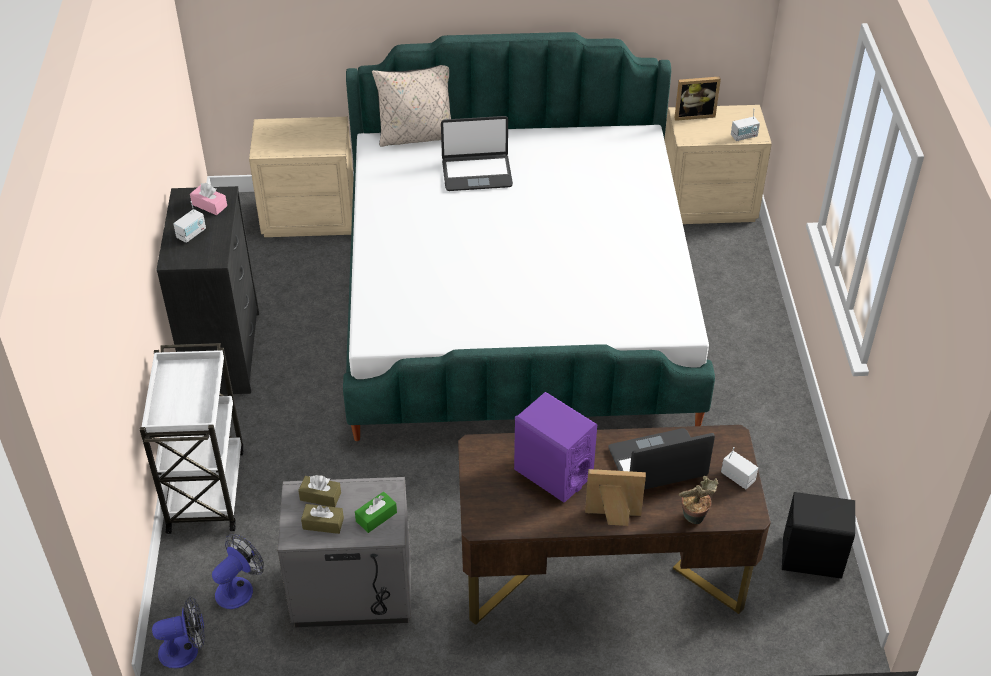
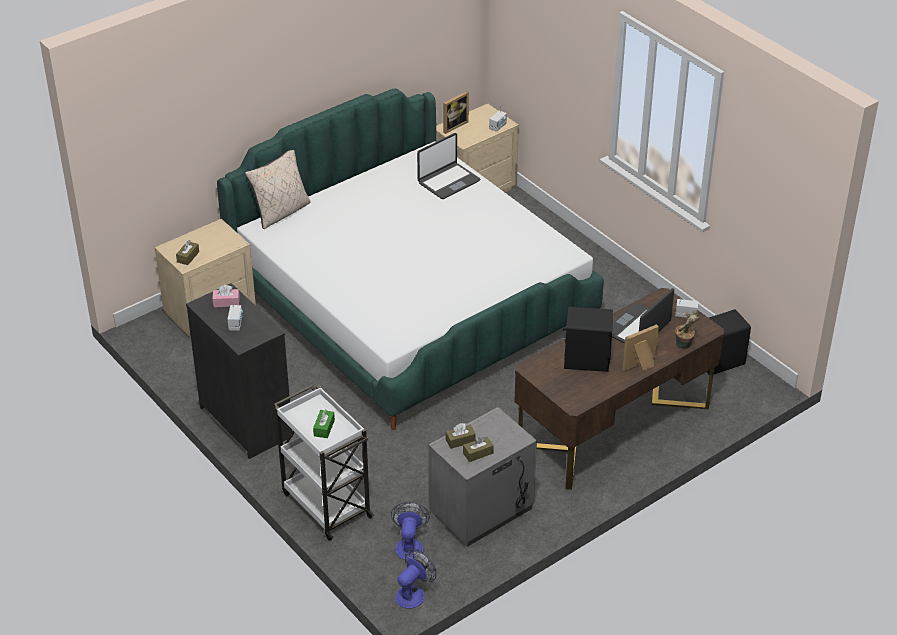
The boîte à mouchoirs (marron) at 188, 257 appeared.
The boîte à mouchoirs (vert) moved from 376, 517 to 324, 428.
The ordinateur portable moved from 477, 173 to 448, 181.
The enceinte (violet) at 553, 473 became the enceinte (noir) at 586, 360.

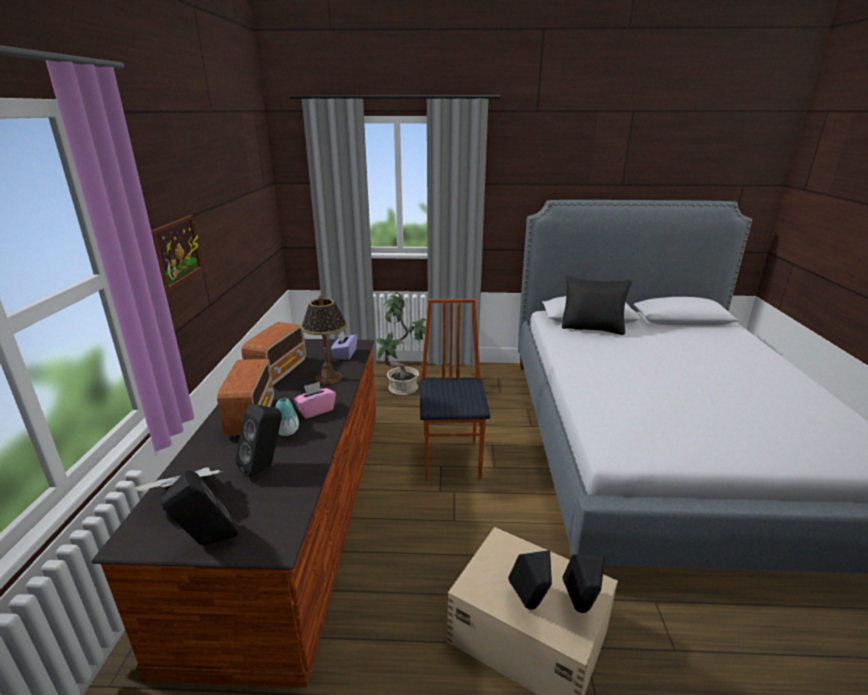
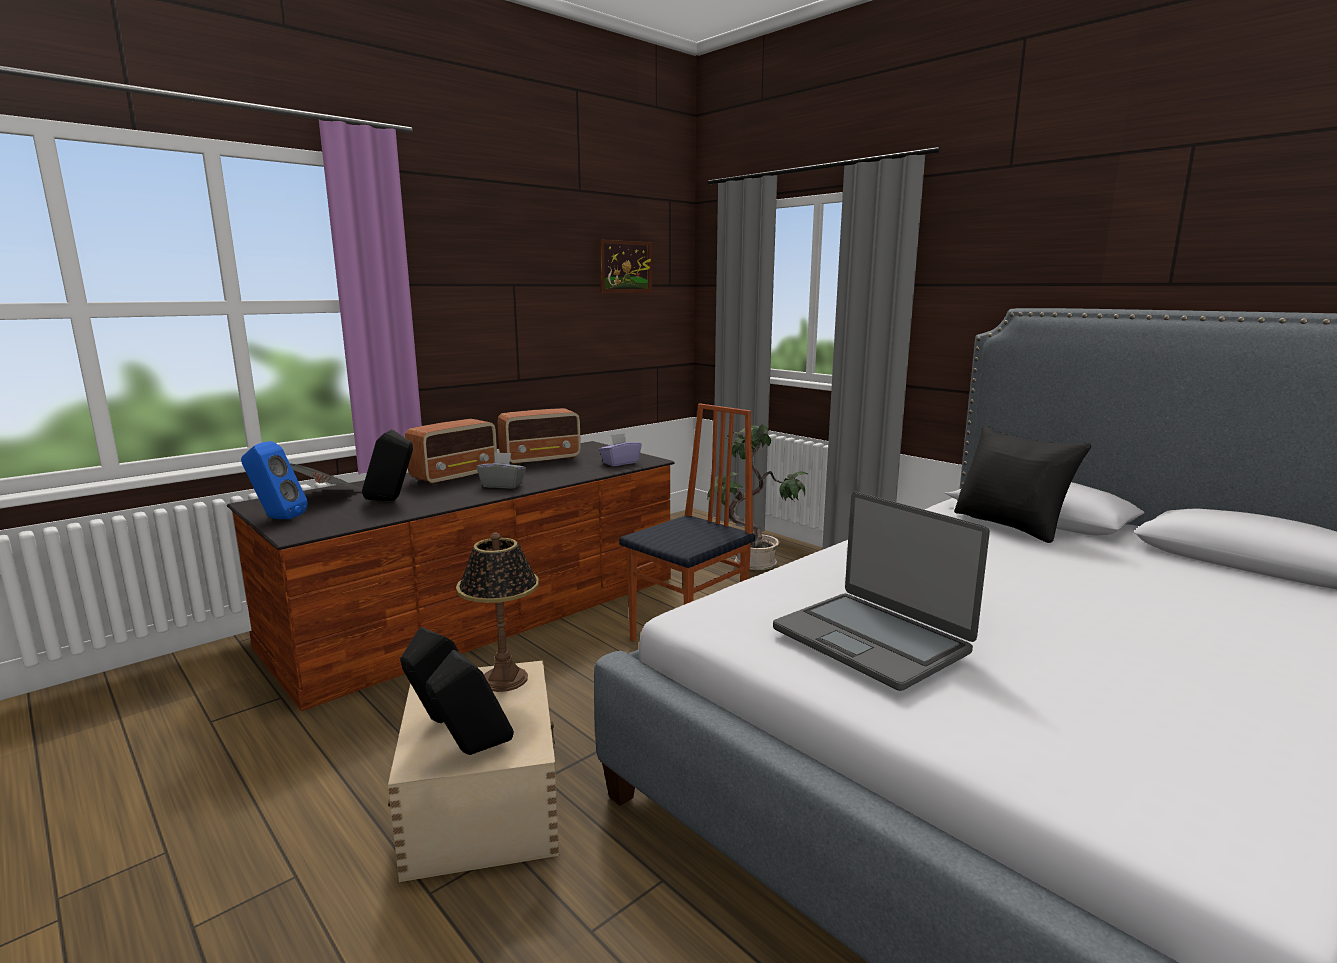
The vase at 287, 431 disappeared.
The ordinateur portable at 871, 640 appeared.
The tableau moved from 177, 252 to 625, 267.
The lampe de table moved from 329, 378 to 504, 679.
The enceinte (noir) at 208, 543 became the enceinte (bleu) at 276, 518.
The boîte à mouchoirs (rose) at 315, 410 became the boîte à mouchoirs (gris) at 502, 485.

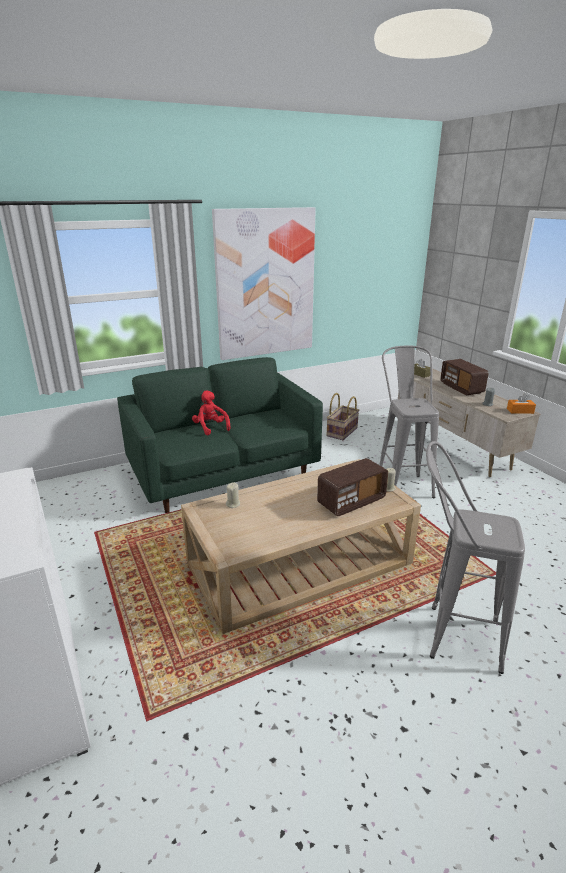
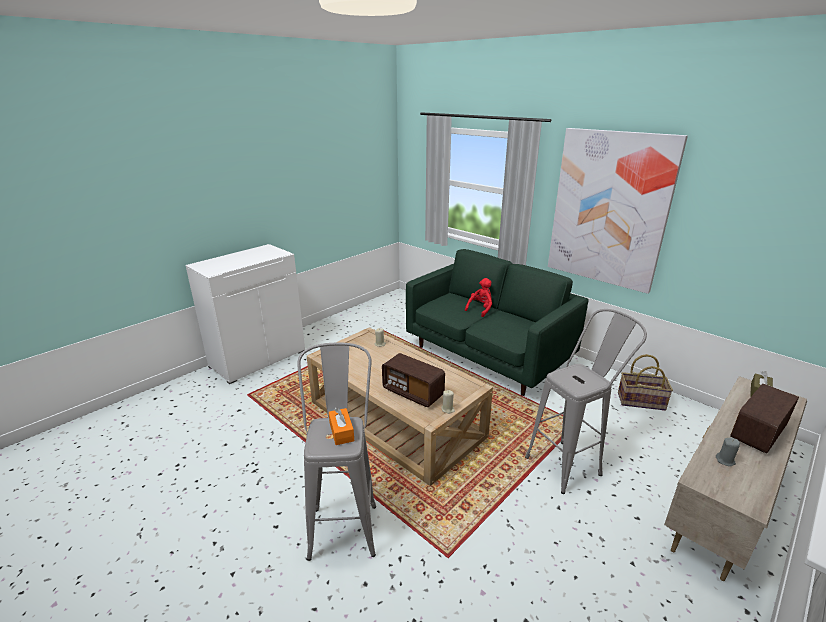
The boîte à mouchoirs (orange) moved from 520, 411 to 341, 432.

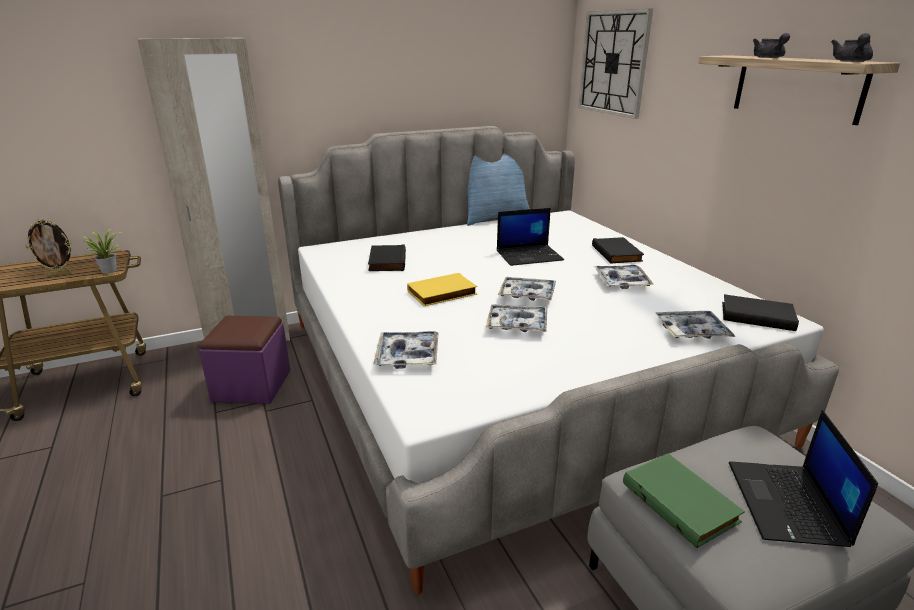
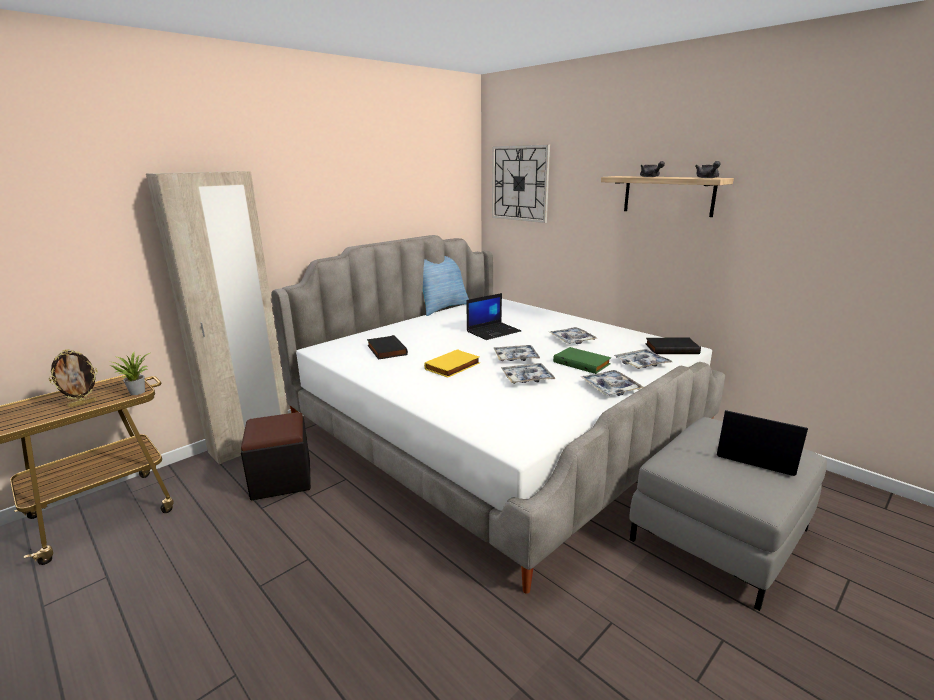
The livre (noir) at 618, 253 disappeared.
The plateau moved from 407, 355 to 610, 388.
The livre (vert) moved from 682, 502 to 582, 363.
The pouf (violet) at 252, 385 became the pouf (noir) at 281, 479.
The ordinateur portable at 787, 504 turned 135 degrees clockwise.

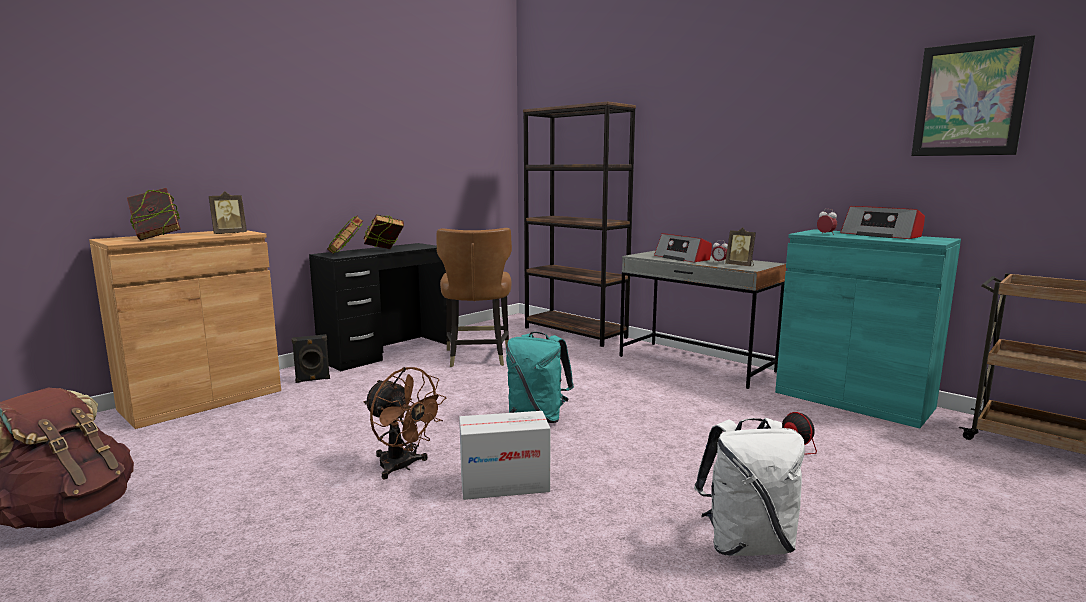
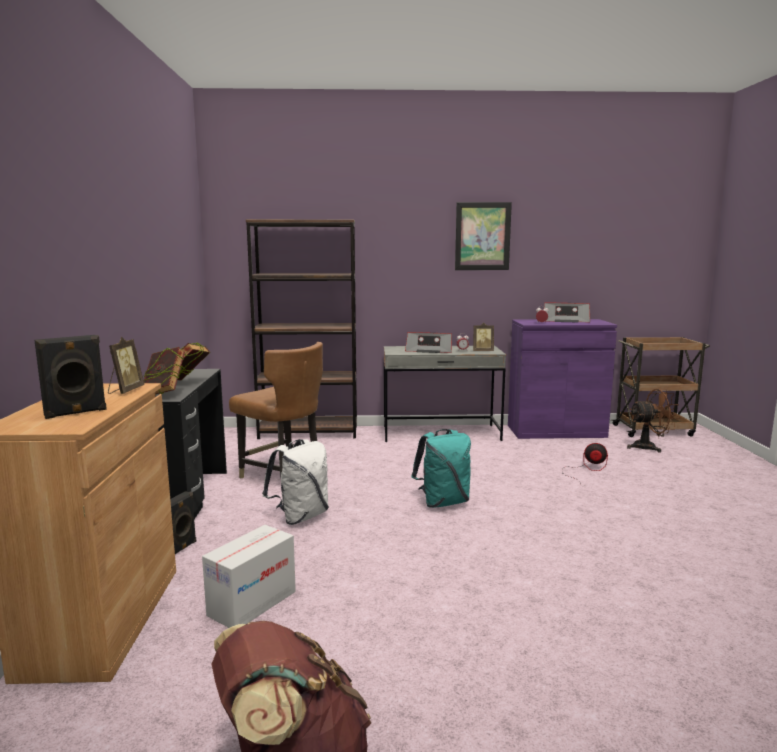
The ventilateur (marron) moved from 403, 467 to 649, 447.
The carton moved from 504, 484 to 252, 603.
The sac à dos (blanc) moved from 746, 544 to 300, 516.
The tableau moved from 969, 99 to 482, 236.
The livre at 157, 238 was replaced by the enceinte (noir) at 76, 413.
The meuble de rangement (turquoise) at 853, 400 became the meuble de rangement (violet) at 556, 431.

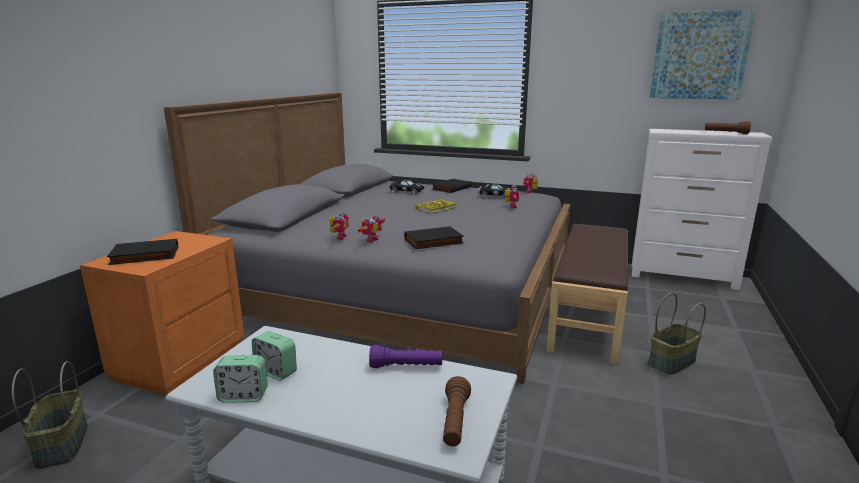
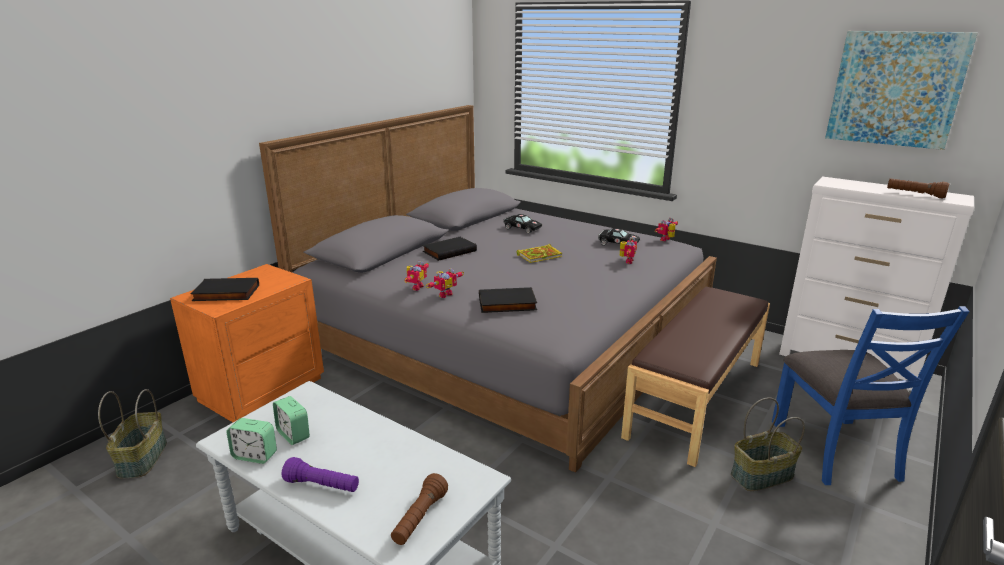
The chaise (bleu) at 836, 450 appeared.
The lampe de poche (violet) moved from 406, 367 to 322, 486.
The livre (noir) moved from 451, 188 to 449, 251.

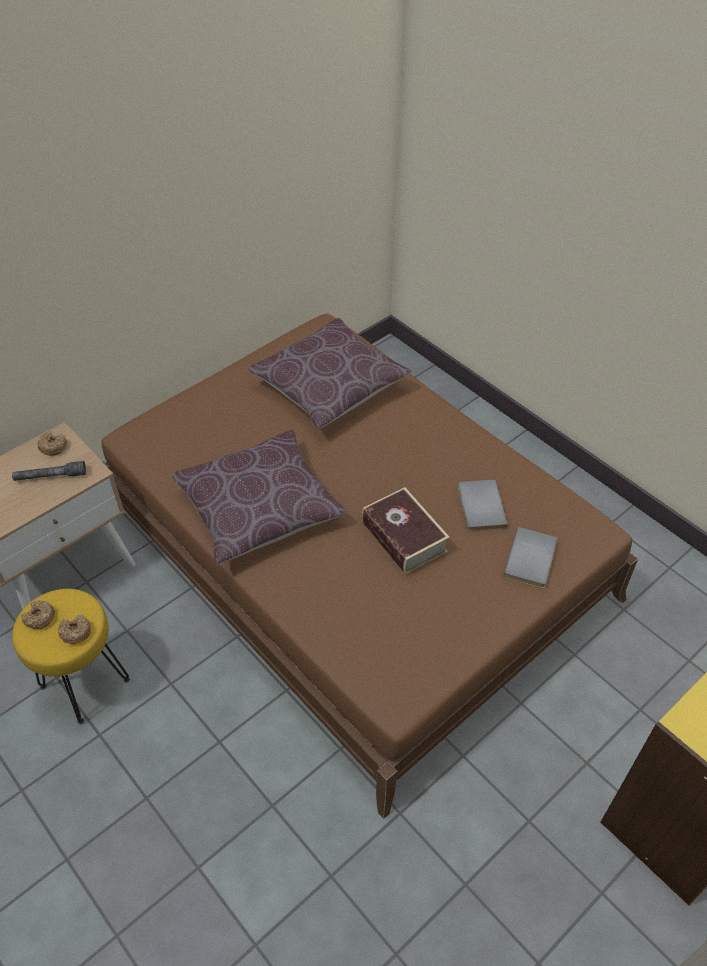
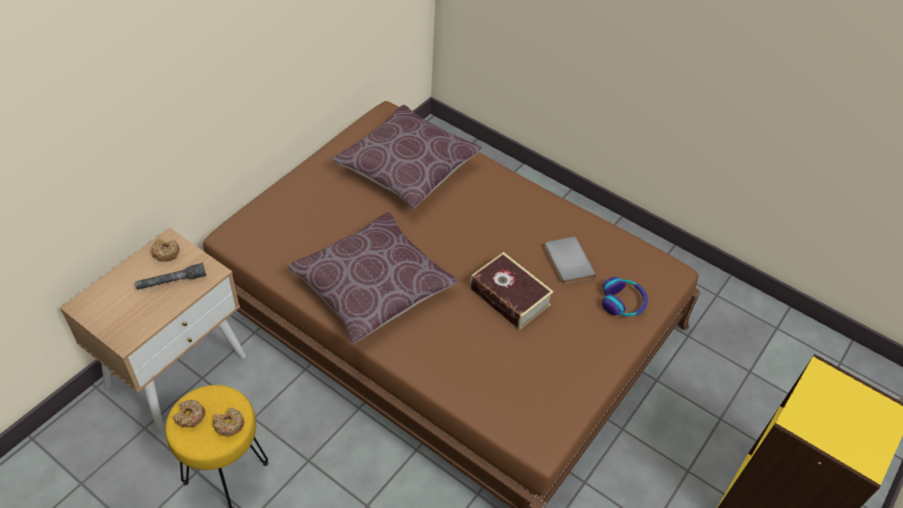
The livre (gris) at 532, 560 was replaced by the casque audio at 623, 302.

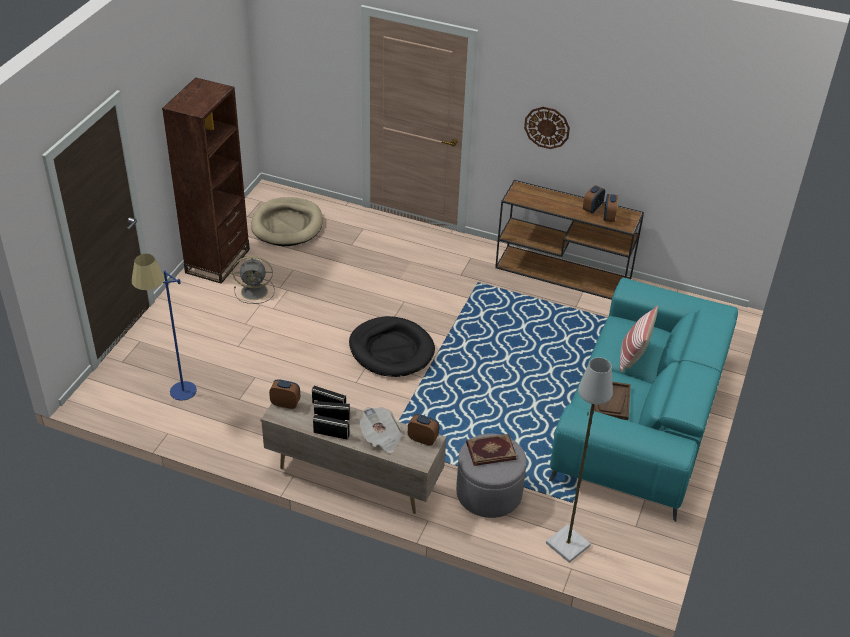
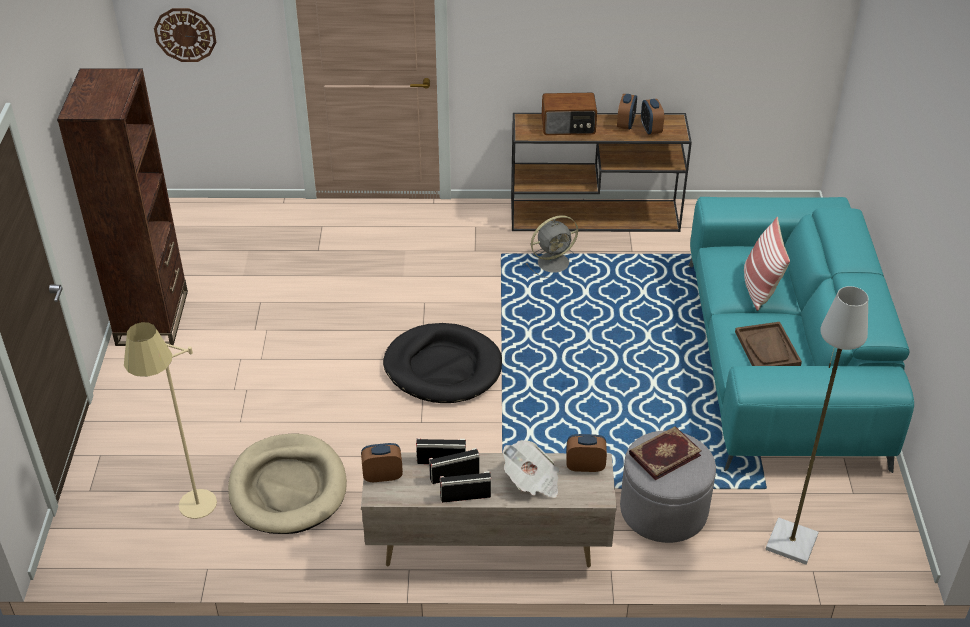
The radio at 568, 126 appeared.
The ventilateur (gris) moved from 255, 291 to 554, 262.
The panier pour chien (beige) moved from 287, 225 to 288, 488.
The horloge murale moved from 547, 127 to 185, 34.
The lampadaire (bleu) at 176, 398 became the lampadaire (beige) at 194, 517.

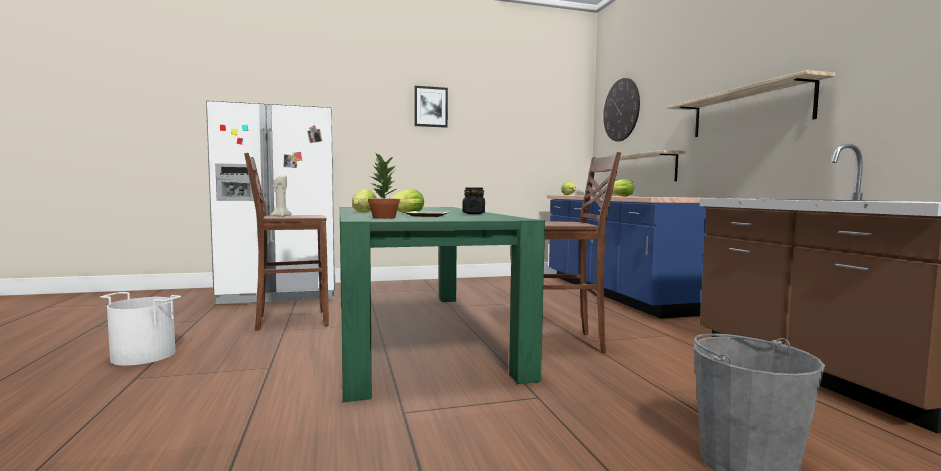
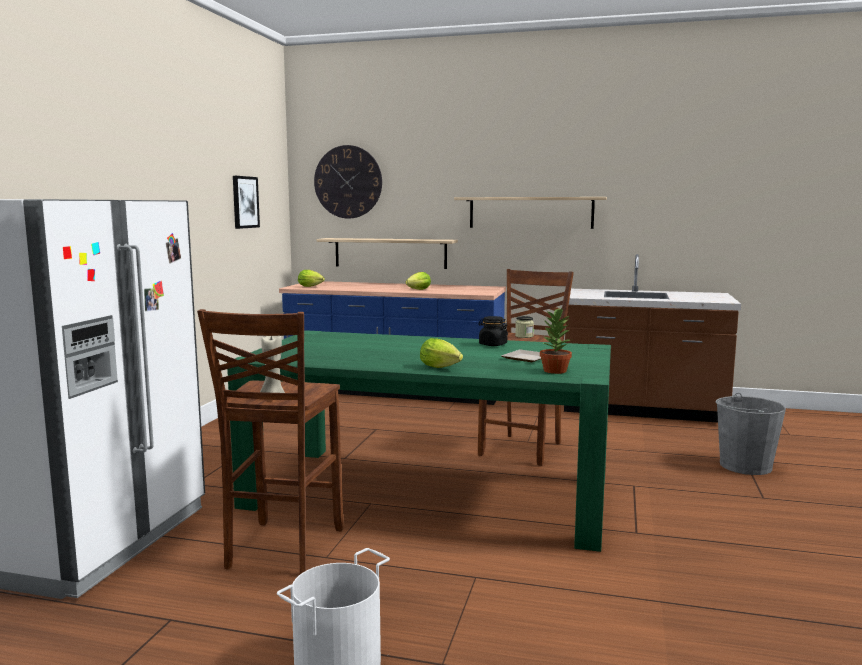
The laitue at 405, 214 disappeared.
The bocal at 524, 336 appeared.
The tableau moved from 430, 107 to 245, 202.

